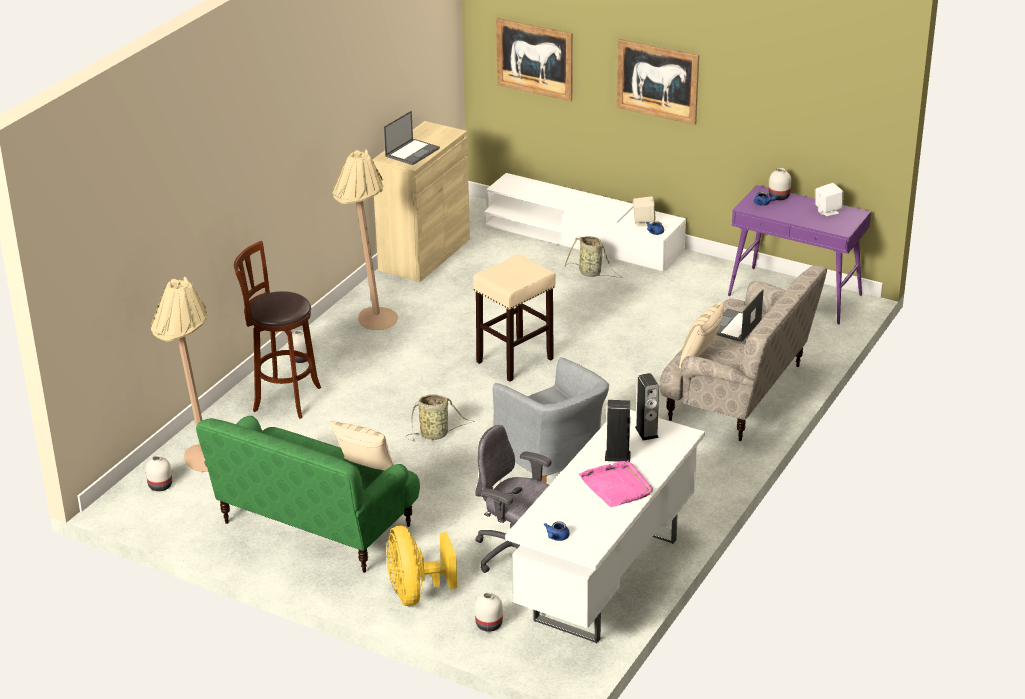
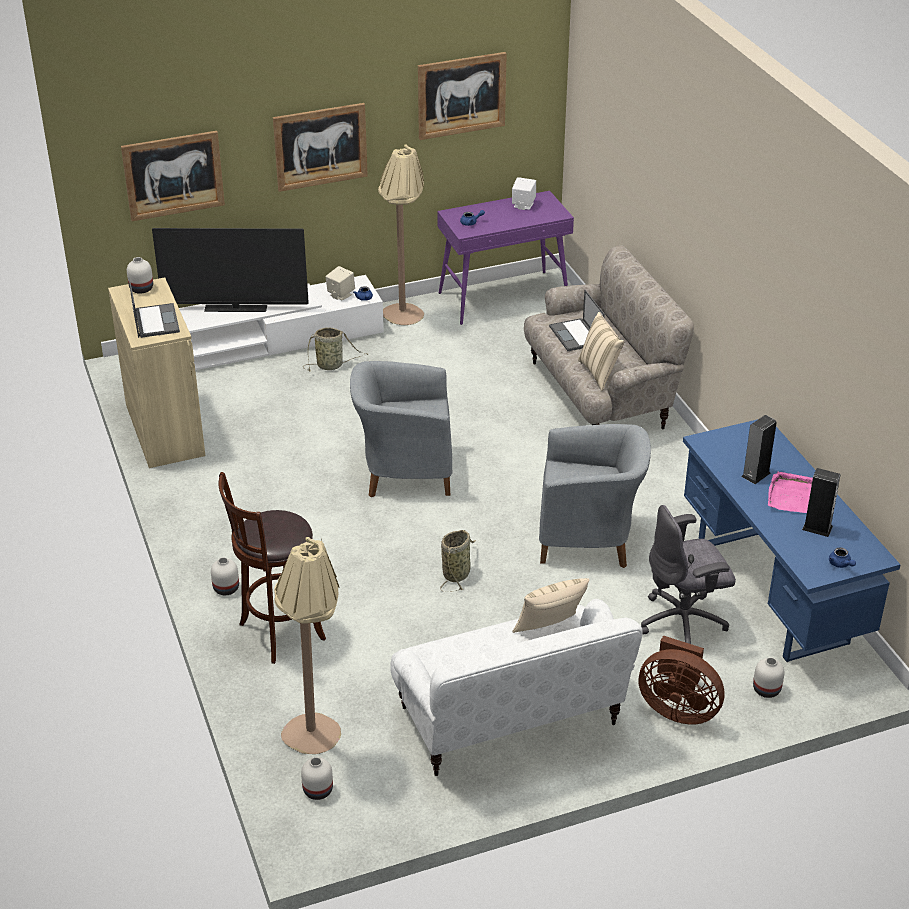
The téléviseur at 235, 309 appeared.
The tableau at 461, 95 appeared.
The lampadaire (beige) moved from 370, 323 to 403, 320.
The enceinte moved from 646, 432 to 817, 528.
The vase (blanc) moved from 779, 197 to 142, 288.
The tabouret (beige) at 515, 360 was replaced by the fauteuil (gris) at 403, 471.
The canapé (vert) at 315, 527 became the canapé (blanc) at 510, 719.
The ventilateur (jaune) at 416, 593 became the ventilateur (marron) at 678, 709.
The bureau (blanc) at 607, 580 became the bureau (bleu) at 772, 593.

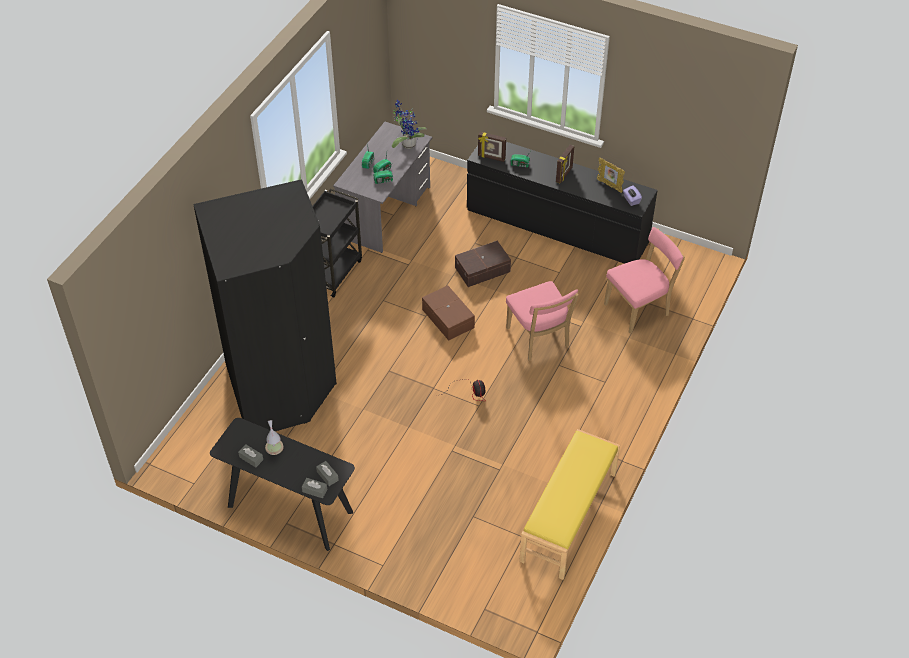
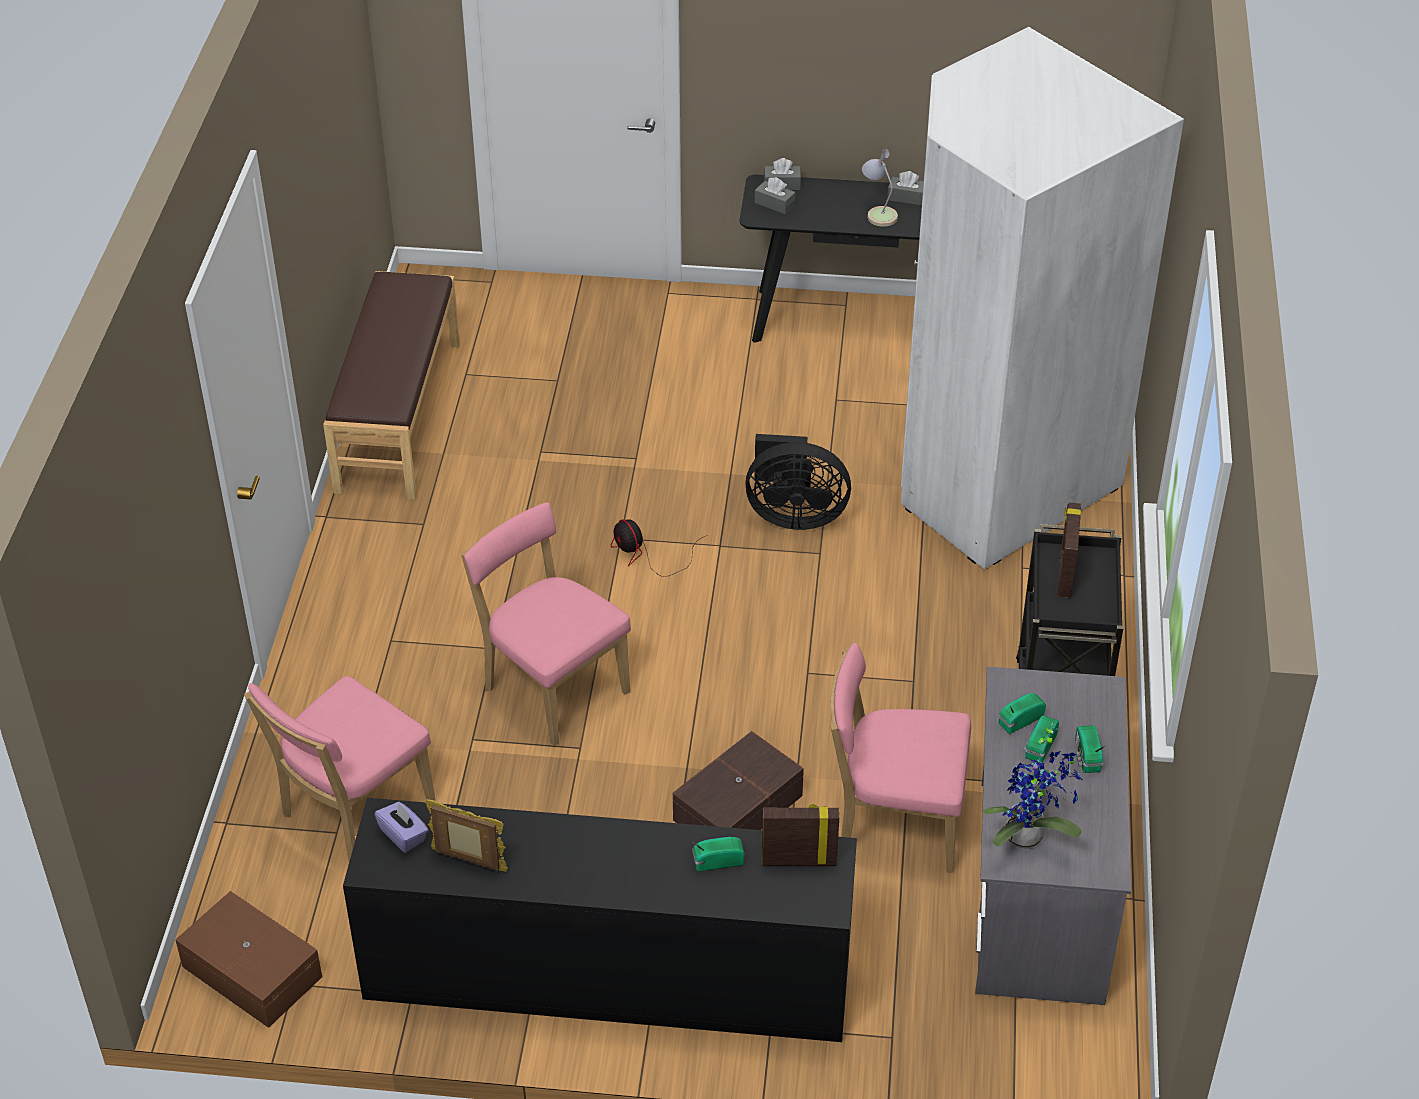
The ventilateur (noir) at 793, 515 appeared.
The chaise (rose) at 893, 823 appeared.
The boîte de rangement (marron) moved from 447, 319 to 252, 970.
The cadre photo moved from 564, 175 to 1064, 574.
The armoire (noir) at 282, 387 became the armoire (blanc) at 994, 477.
The banc (jaune) at 569, 517 became the banc (marron) at 397, 416.

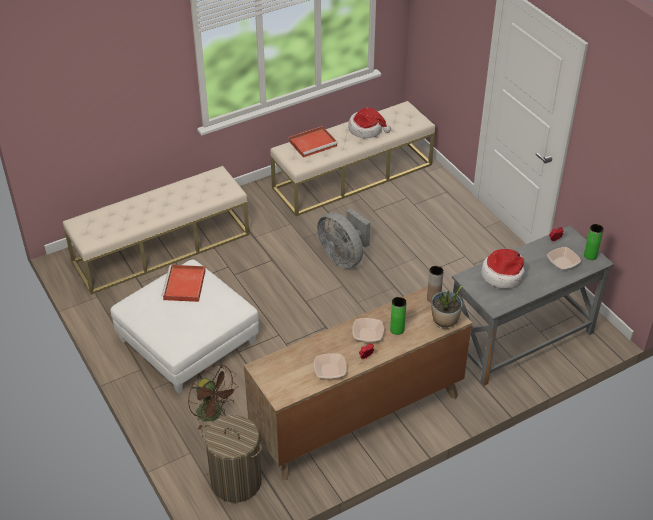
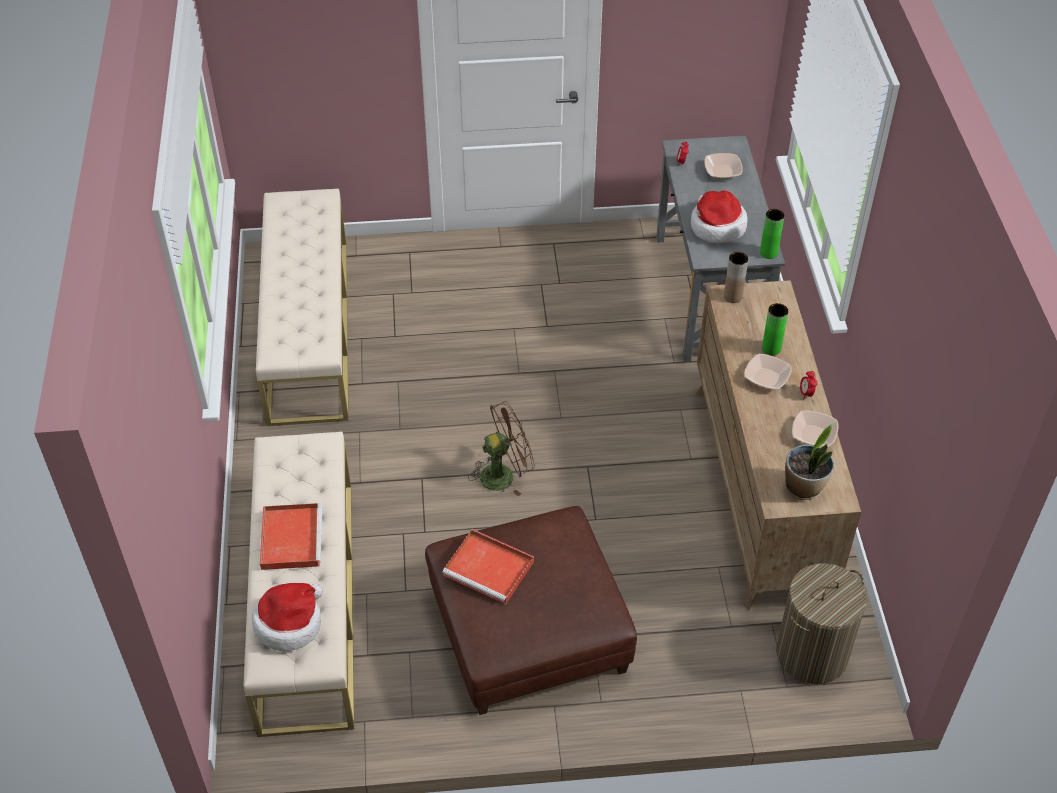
The ventilateur (gris) at 343, 257 disappeared.
The ventilateur (marron) moved from 213, 414 to 504, 474.
The plateau (rouge) moved from 313, 143 to 291, 537.
The chapeau moved from 366, 129 to 289, 623.
The plante en pot moved from 445, 321 to 804, 487.
The vase (vert) moved from 590, 255 to 768, 253.
The pouf (blanc) at 188, 341 became the pouf (marron) at 529, 628.

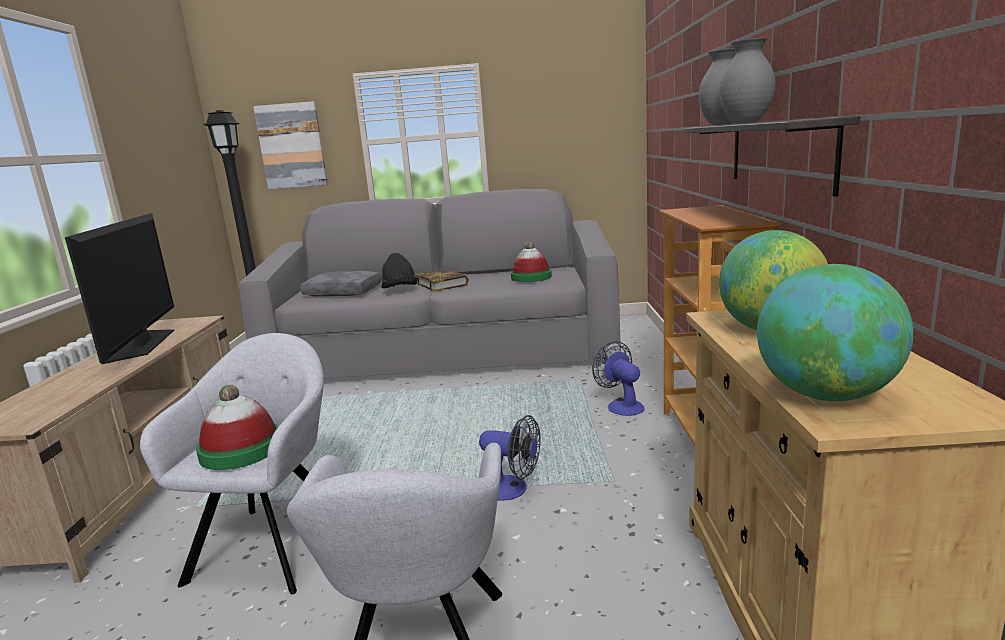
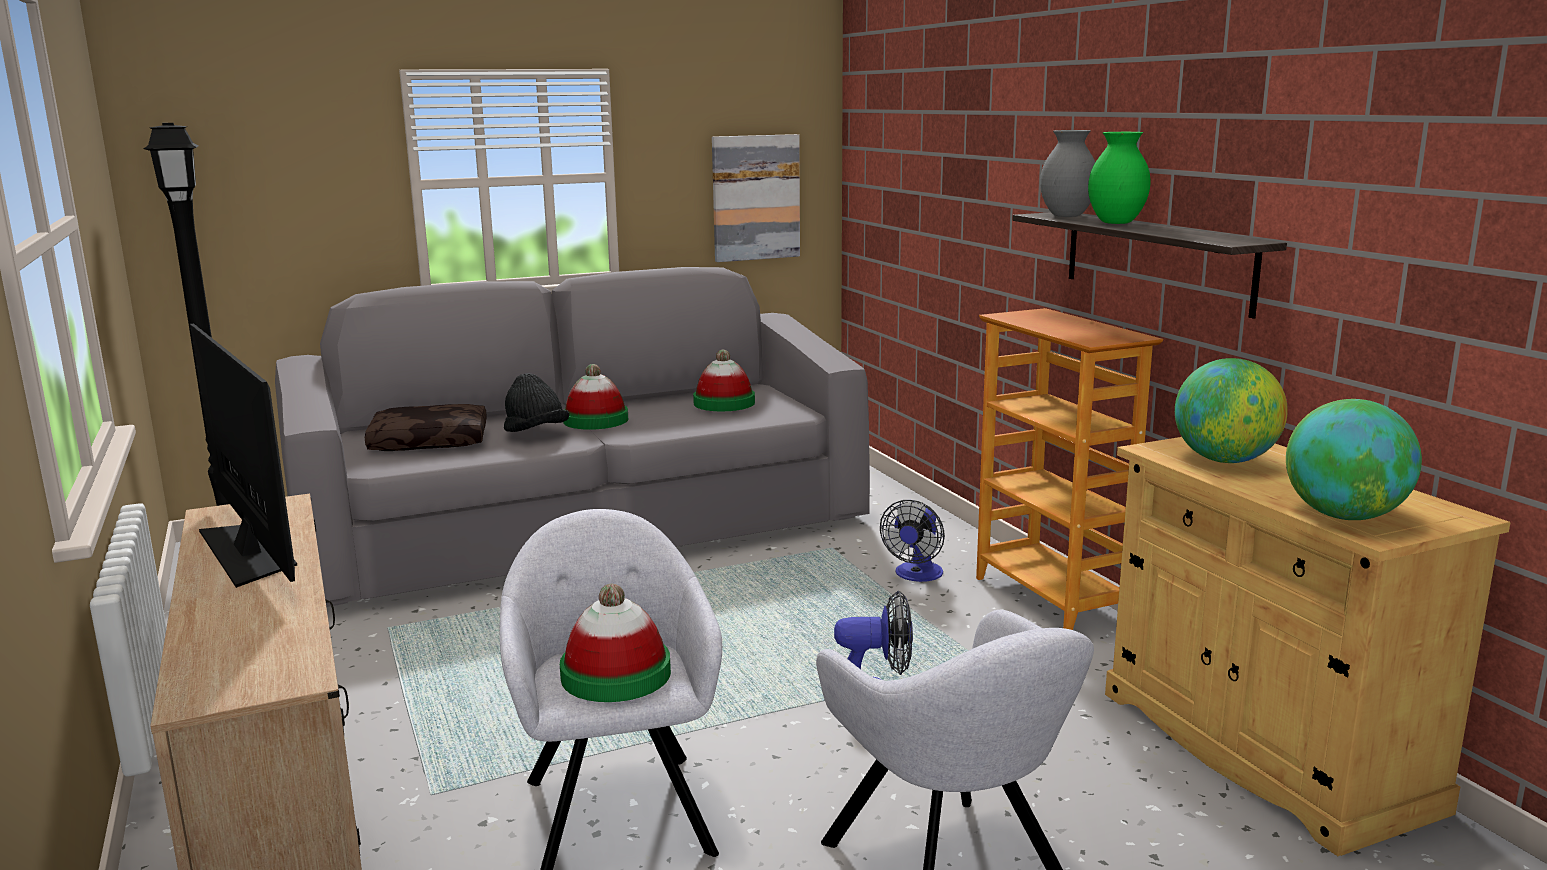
The tableau moved from 292, 146 to 755, 197.
The livre at 442, 284 was replaced by the chapeau at 595, 420.
The coussin (gris) at 344, 292 became the coussin (marron) at 430, 441.
The vase (gris) at 746, 123 became the vase (vert) at 1117, 223.
The ventilateur at 621, 405 turned 105 degrees counterclockwise.

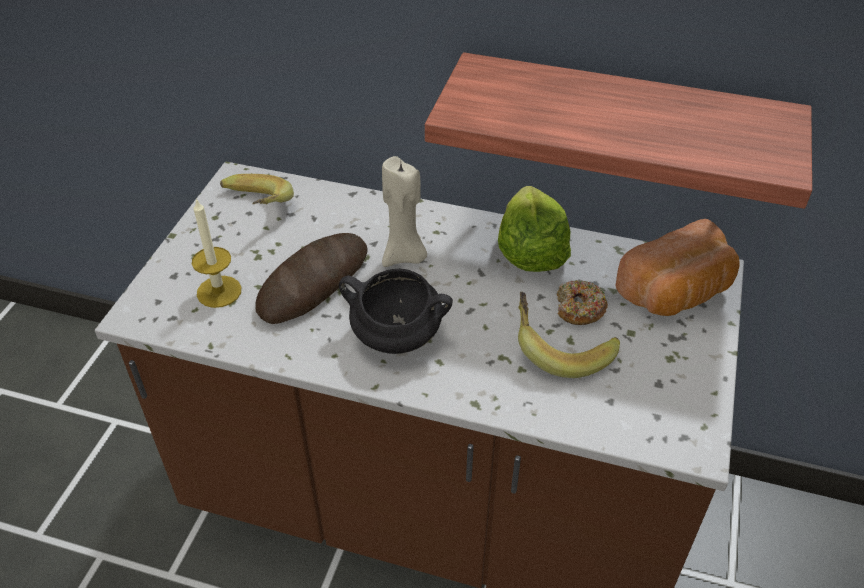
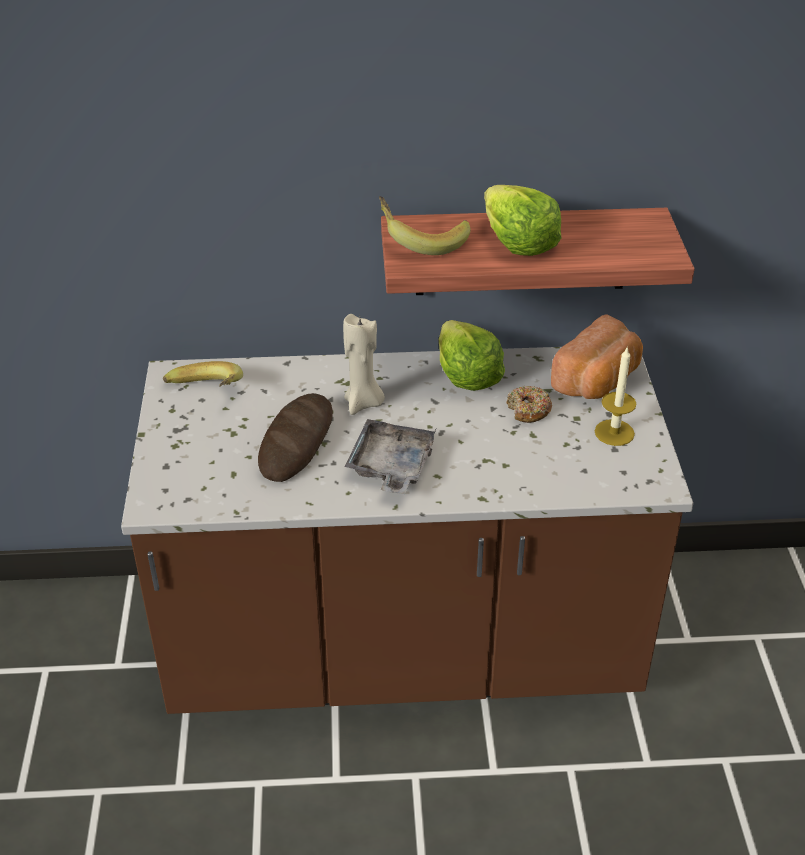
The laitue at 518, 243 appeared.
The bougie moved from 219, 291 to 614, 432.
The banane moved from 560, 348 to 422, 241.
The marmite (noir) at 395, 337 was replaced by the plateau (gris) at 391, 467.

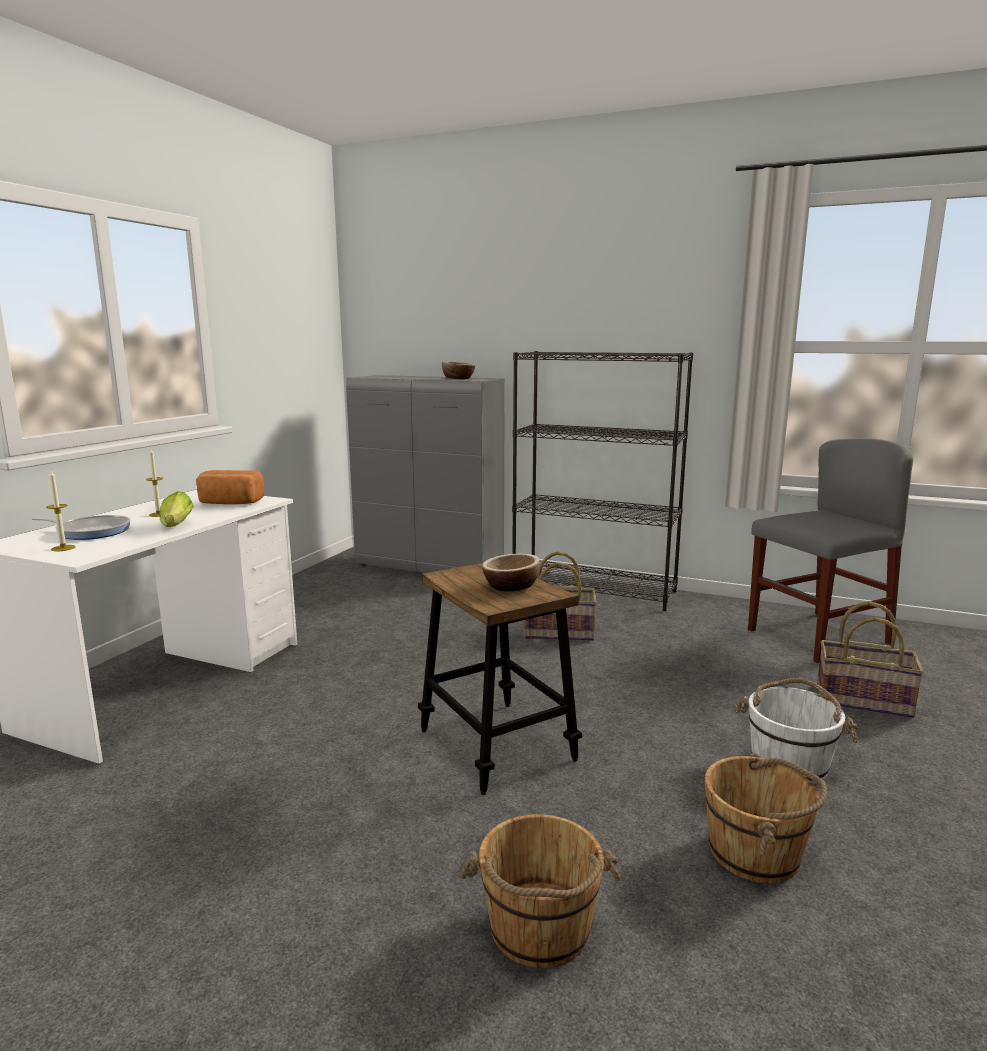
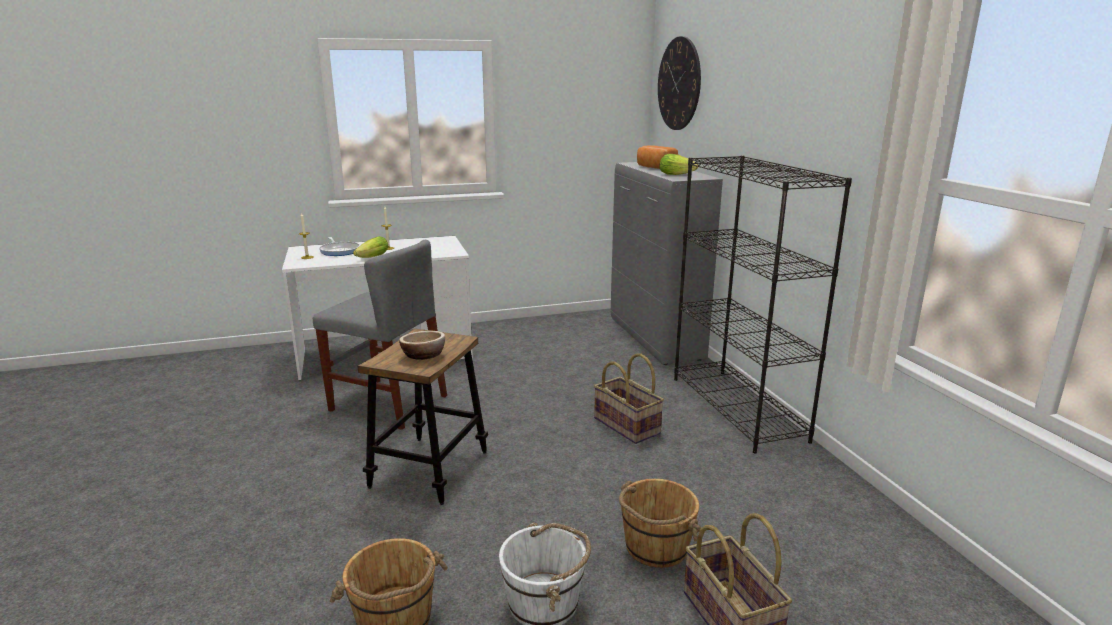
The horloge murale at 679, 84 appeared.
The pain moved from 230, 503 to 655, 167.
The seau (marron) moved from 539, 929 to 655, 547.
The chaise (gris) moved from 818, 636 to 388, 403.
The bol at 458, 378 was replaced by the laitue at 678, 174.

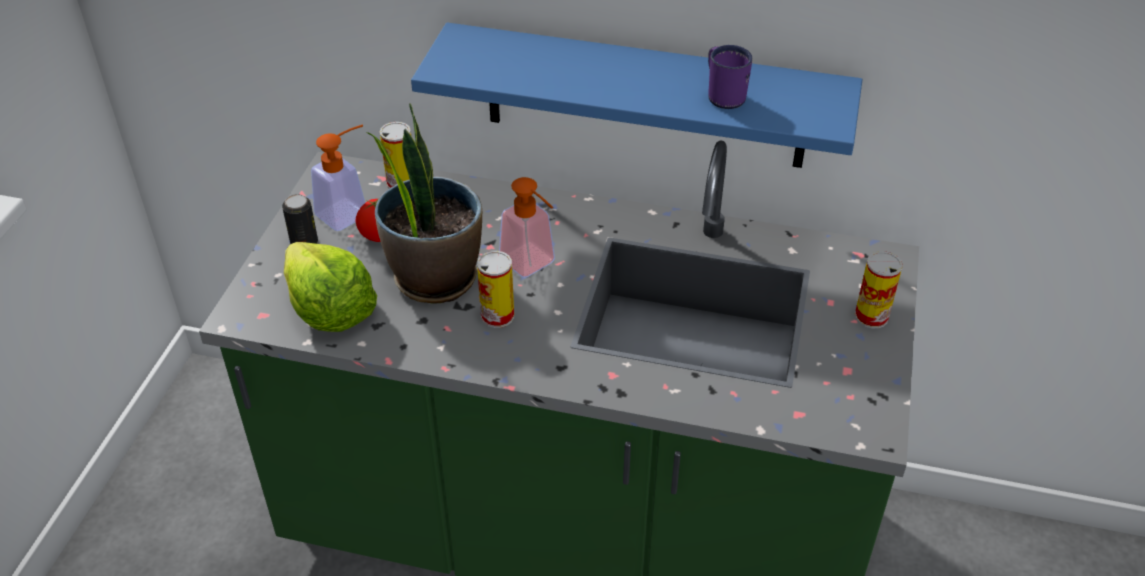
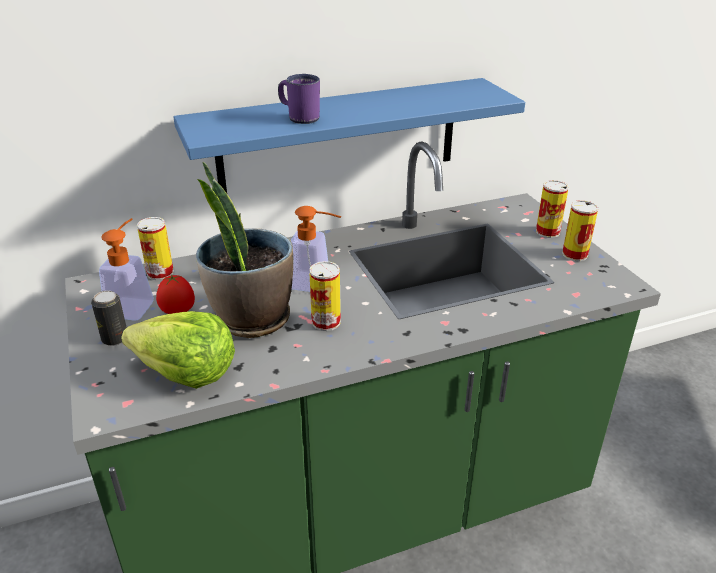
The boîte métallique at 574, 254 appeared.
The mug (violet) moved from 723, 94 to 299, 117.

